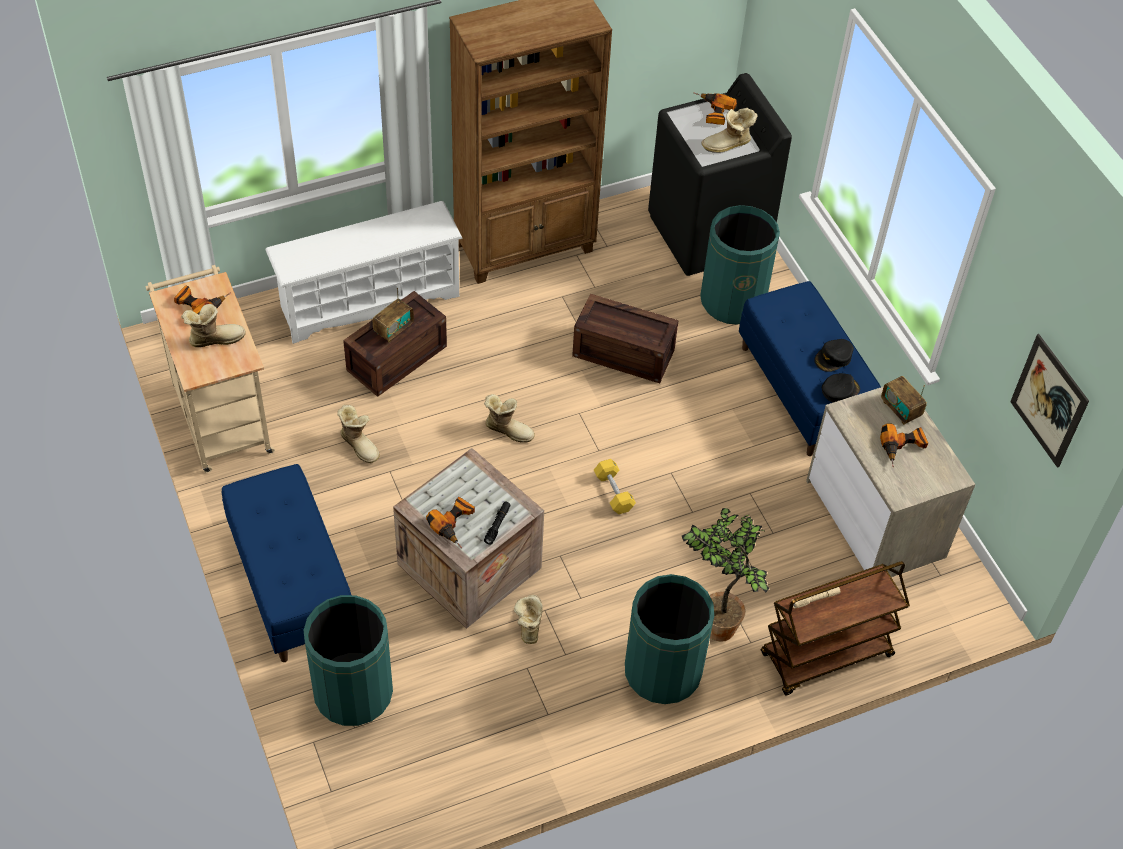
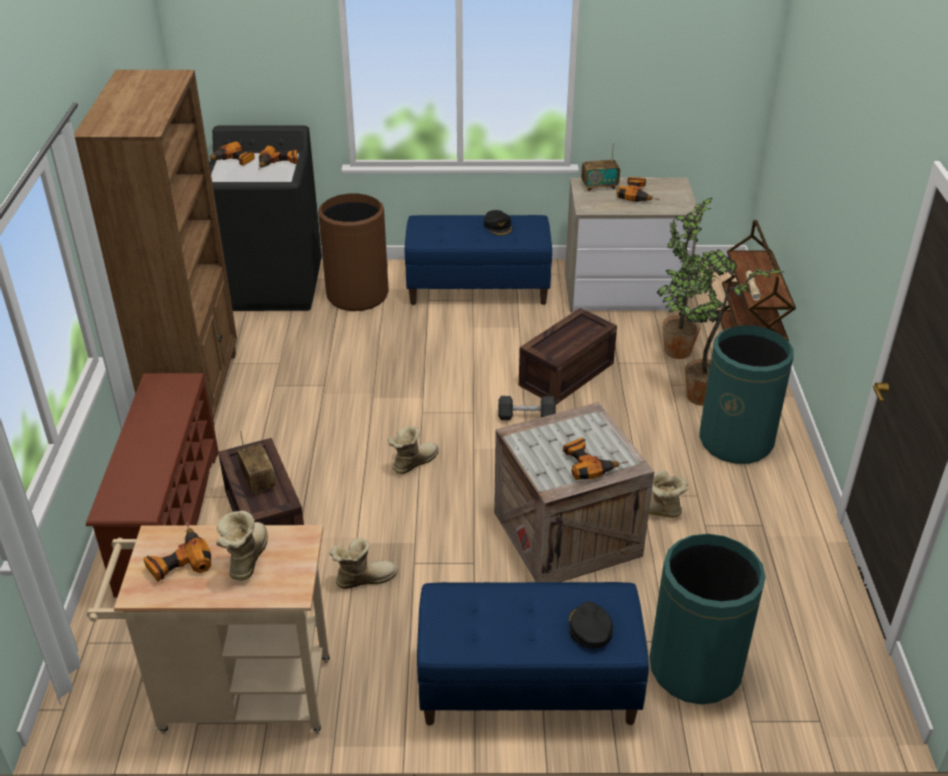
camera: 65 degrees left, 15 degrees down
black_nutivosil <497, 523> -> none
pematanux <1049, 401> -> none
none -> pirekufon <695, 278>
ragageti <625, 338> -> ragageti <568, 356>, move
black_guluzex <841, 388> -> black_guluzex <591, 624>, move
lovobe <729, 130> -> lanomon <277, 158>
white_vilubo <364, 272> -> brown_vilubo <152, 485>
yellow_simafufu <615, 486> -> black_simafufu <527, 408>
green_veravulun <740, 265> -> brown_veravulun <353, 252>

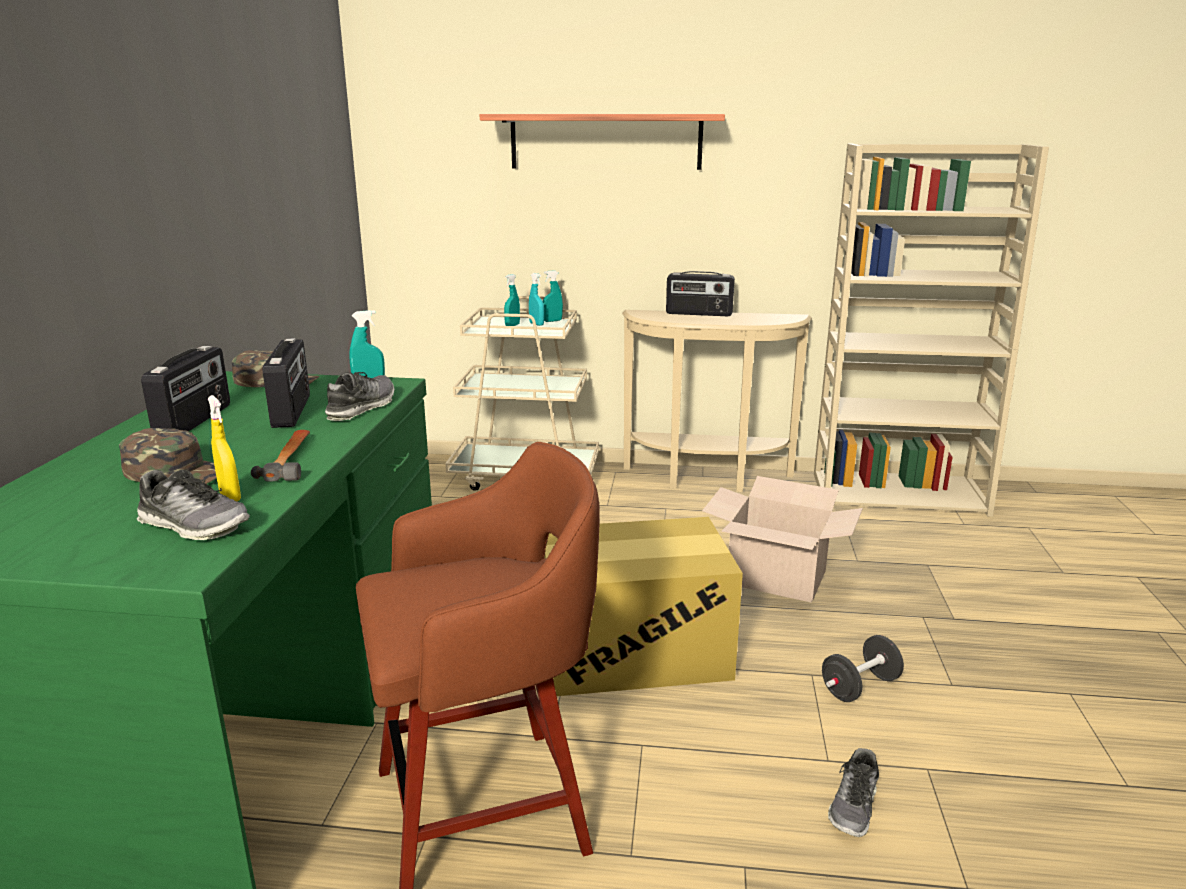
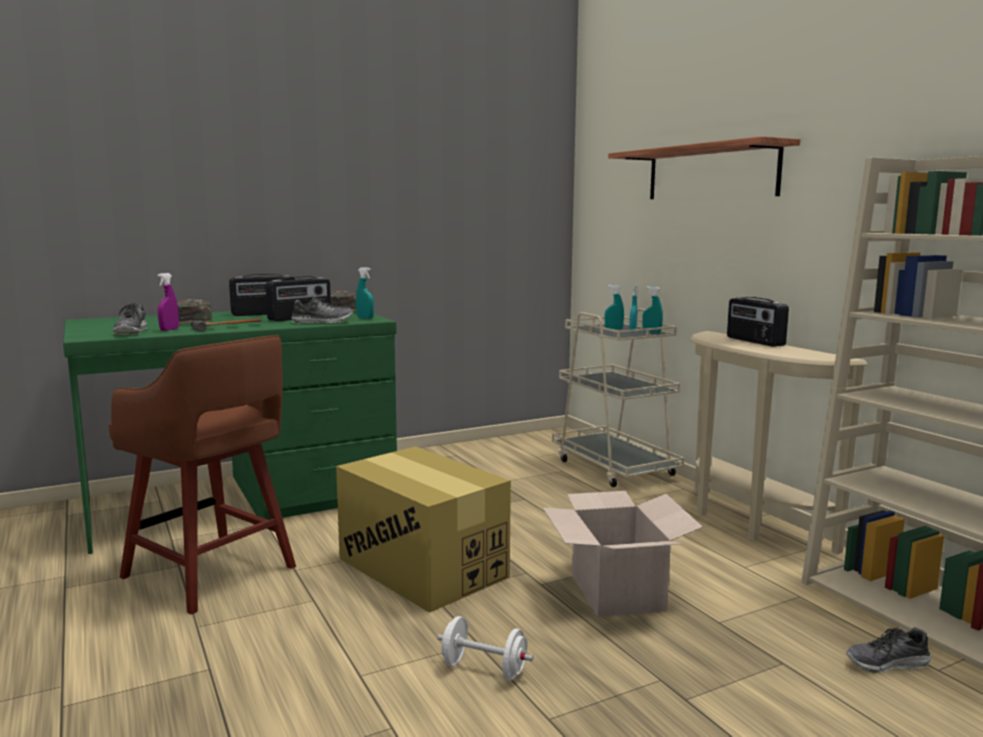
camera: 55 degrees right, 10 degrees down
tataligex <853, 792> -> tataligex <888, 650>, move
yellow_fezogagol <224, 448> -> purple_fezogagol <168, 302>
black_simafufu <863, 668> -> white_simafufu <485, 648>

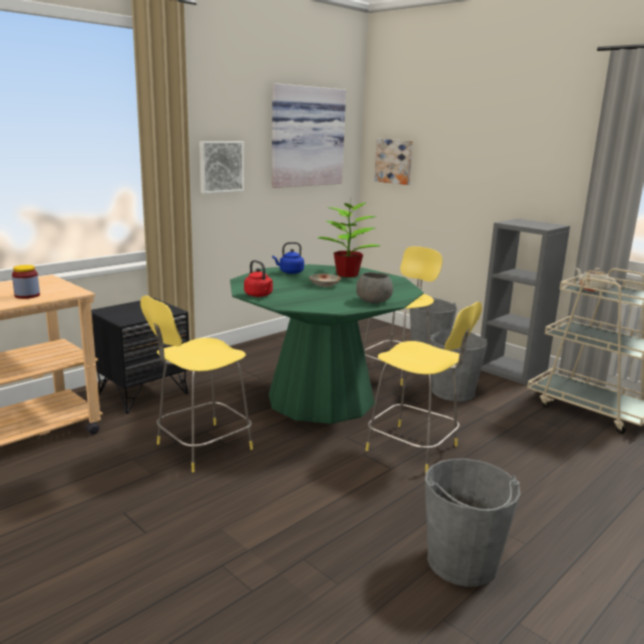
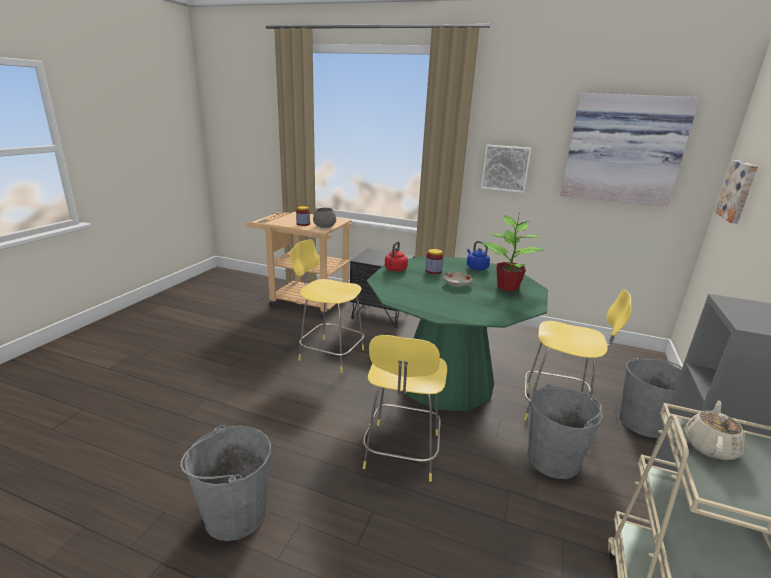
camera: 65 degrees right, 5 degrees up
none -> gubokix <434, 261>
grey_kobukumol <374, 287> -> grey_kobukumol <324, 218>, move

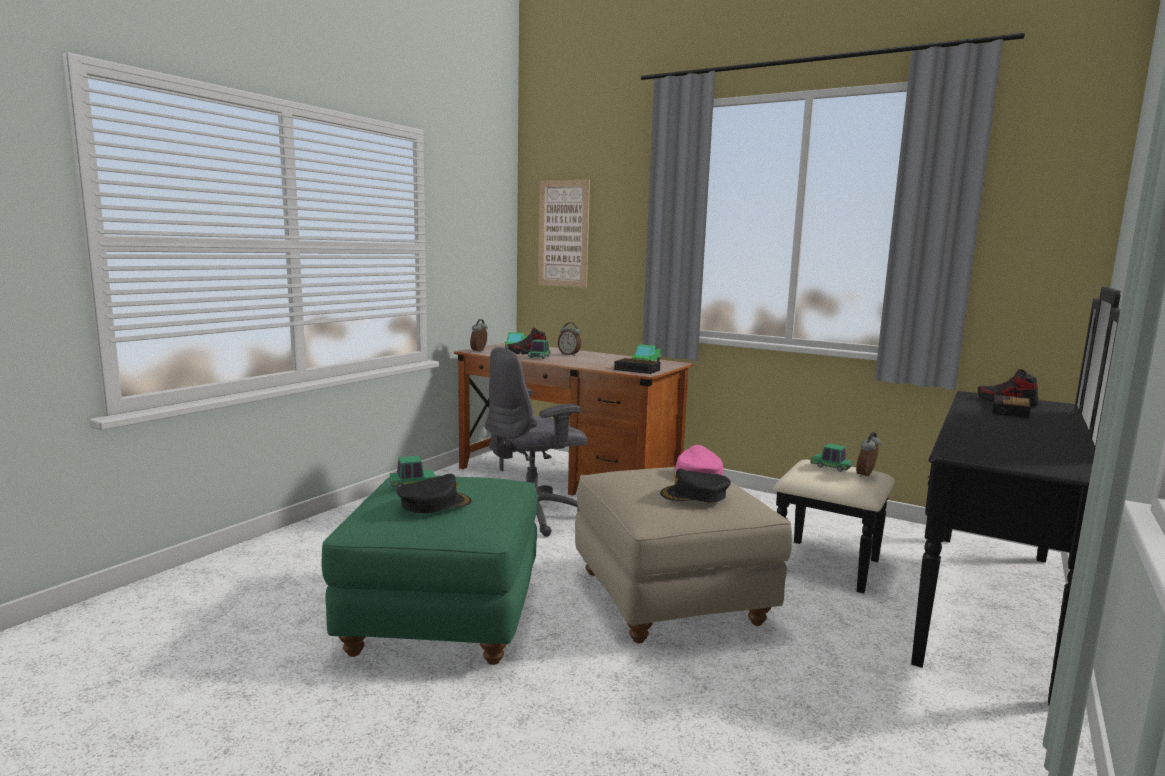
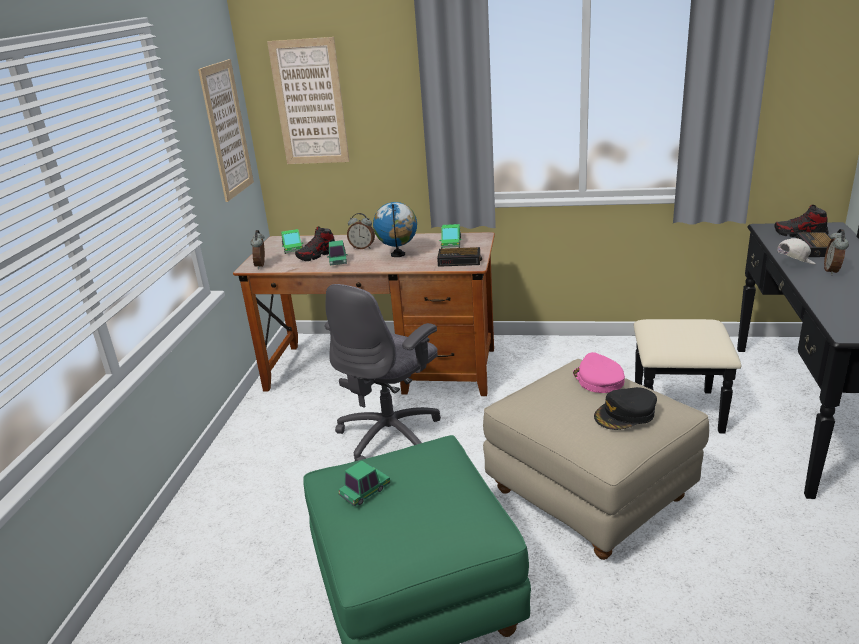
camera: 20 degrees left, 15 degrees up
black_guluzex <434, 493> -> none
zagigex <831, 457> -> none
none -> pematanux <226, 130>
none -> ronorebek <395, 229>
none -> white_guluzex <796, 251>
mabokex <868, 455> -> mabokex <836, 252>, move

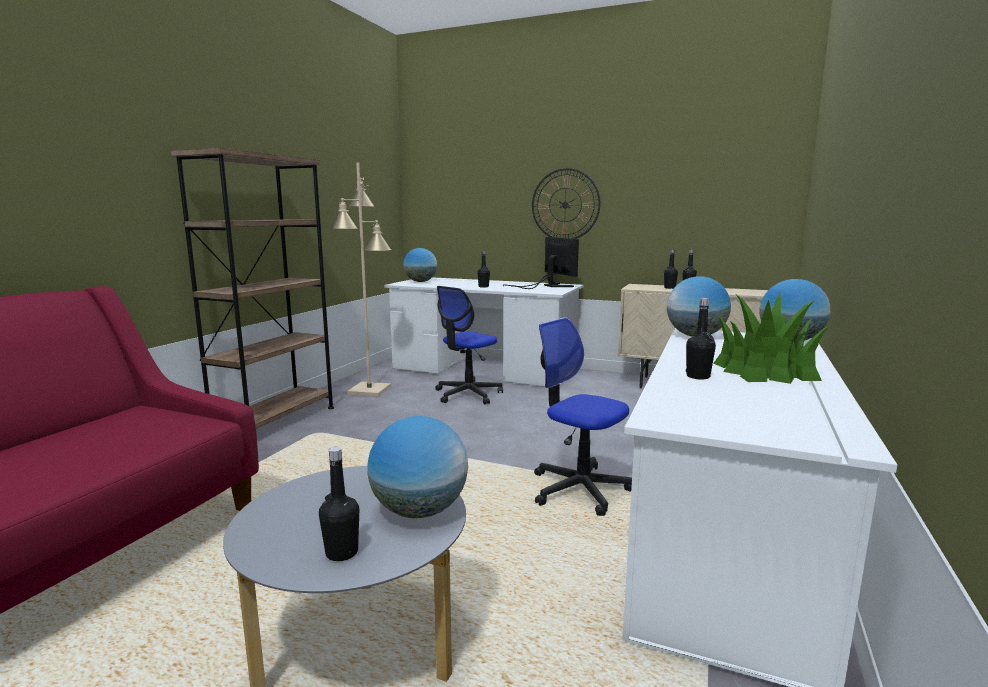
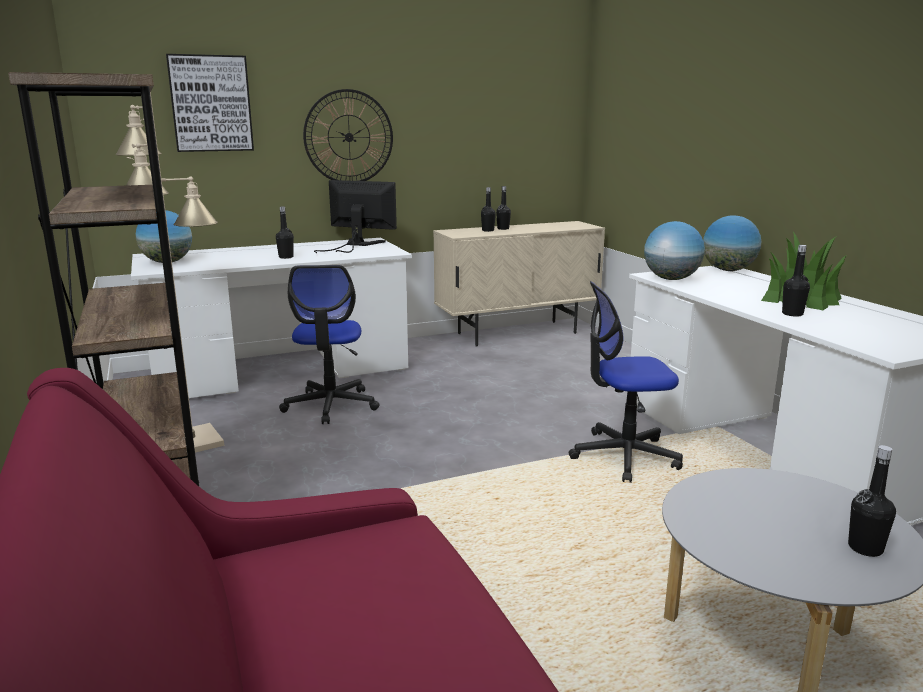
camera: 45 degrees left, 5 degrees up
ronorebek <417, 467> -> none
none -> pematanux <210, 103>

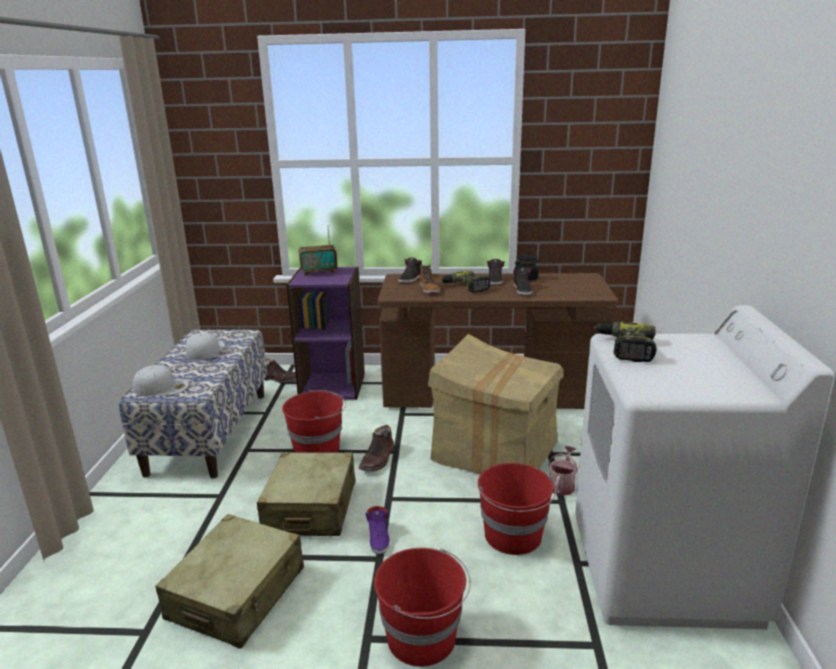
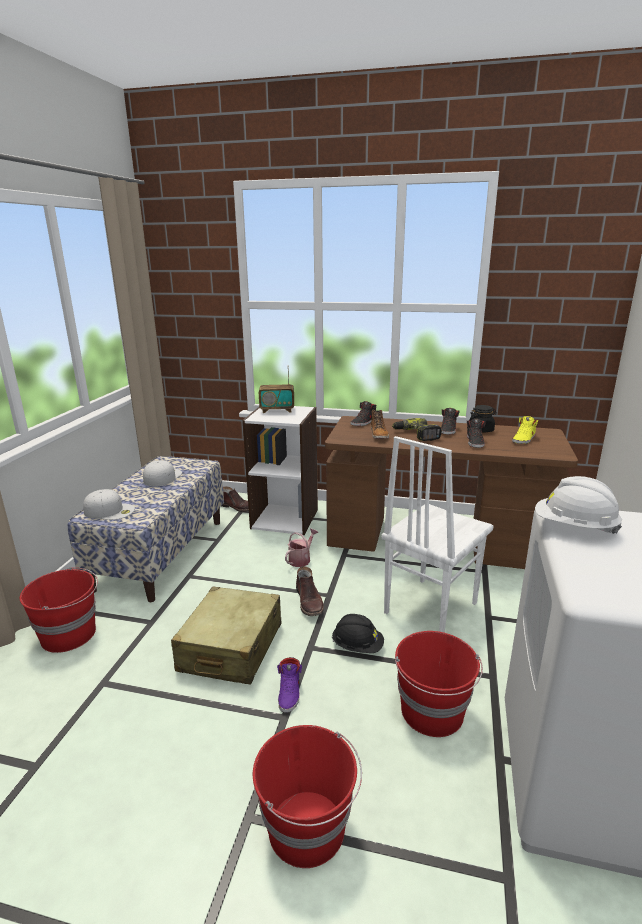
camera: 10 degrees right, 0 degrees up
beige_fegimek <230, 581> -> none
none -> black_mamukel <358, 633>
none -> yellow_tataligex <525, 430>
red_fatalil <314, 421> -> red_fatalil <59, 610>, move
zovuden <563, 471> -> zovuden <301, 547>, move
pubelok <496, 404> -> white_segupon <438, 534>
lanomon <625, 342> -> white_mamukel <578, 505>
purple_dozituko <325, 333> -> white_dozituko <280, 470>
brown_lovobe <376, 448> -> brown_lovobe <310, 591>, 45 degrees counterclockwise

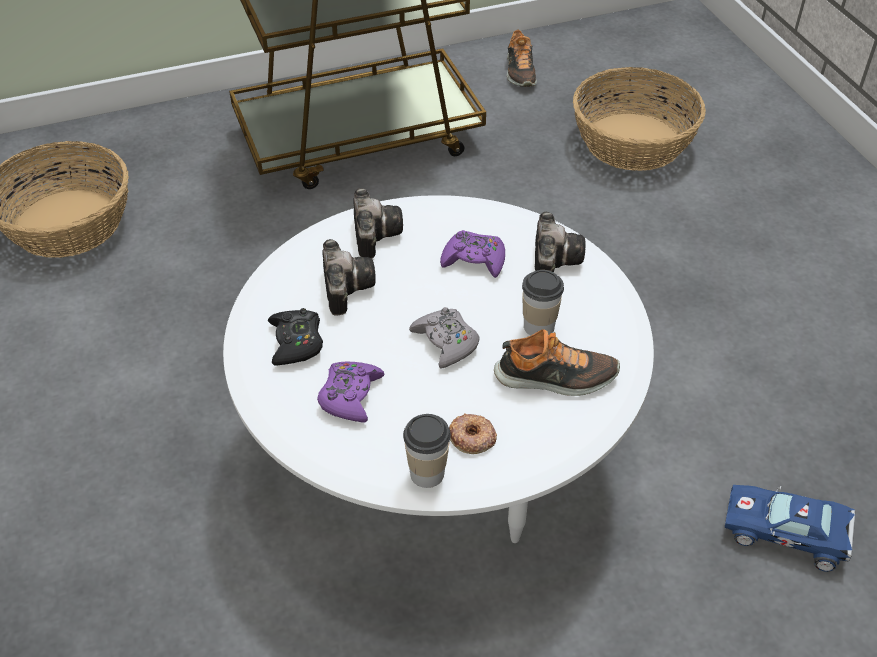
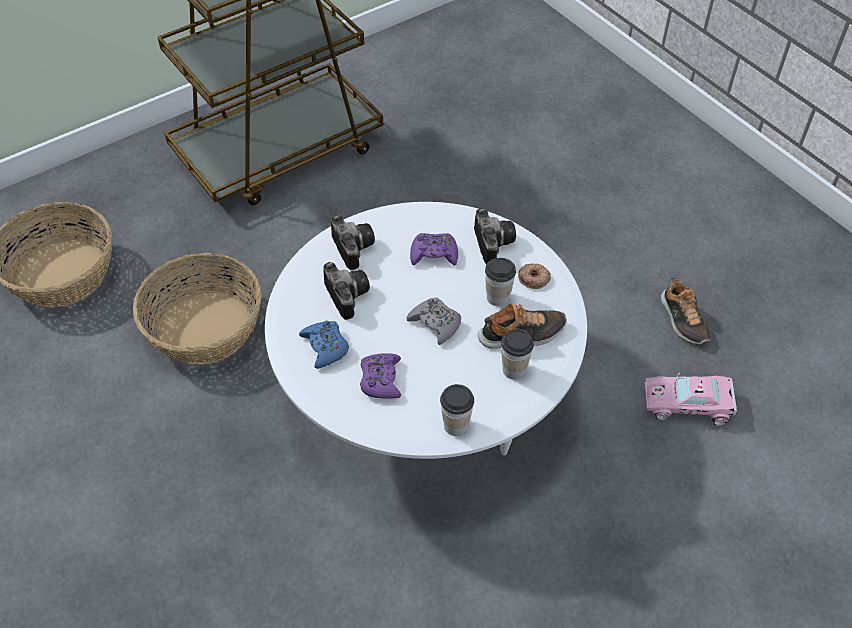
camera: 15 degrees left, 5 degrees up
none -> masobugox <517, 354>
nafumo <473, 433> -> nafumo <534, 276>, move
tataligex <522, 58> -> tataligex <685, 311>, move
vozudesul <639, 119> -> vozudesul <197, 309>, move
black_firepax <295, 336> -> blue_firepax <324, 345>
blue_zagigex <790, 528> -> pink_zagigex <691, 399>

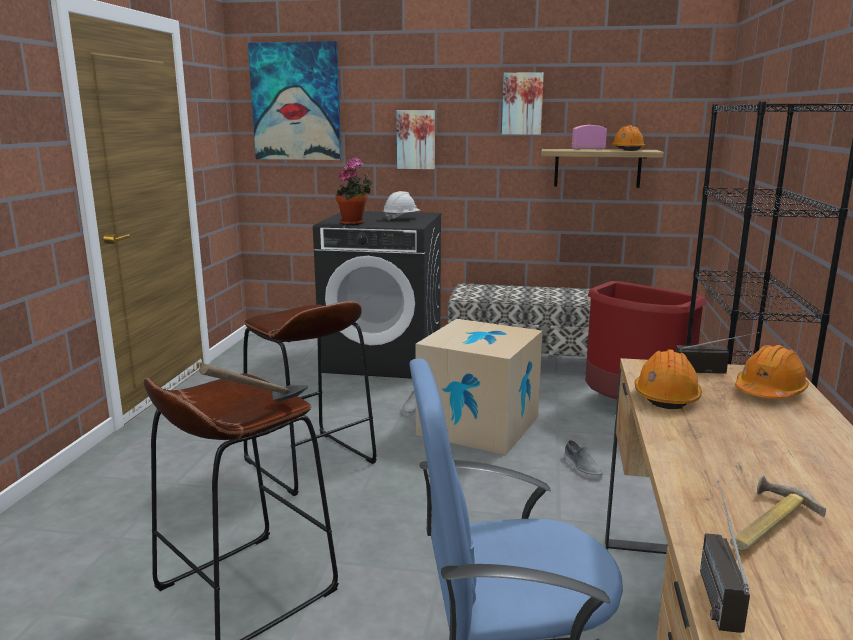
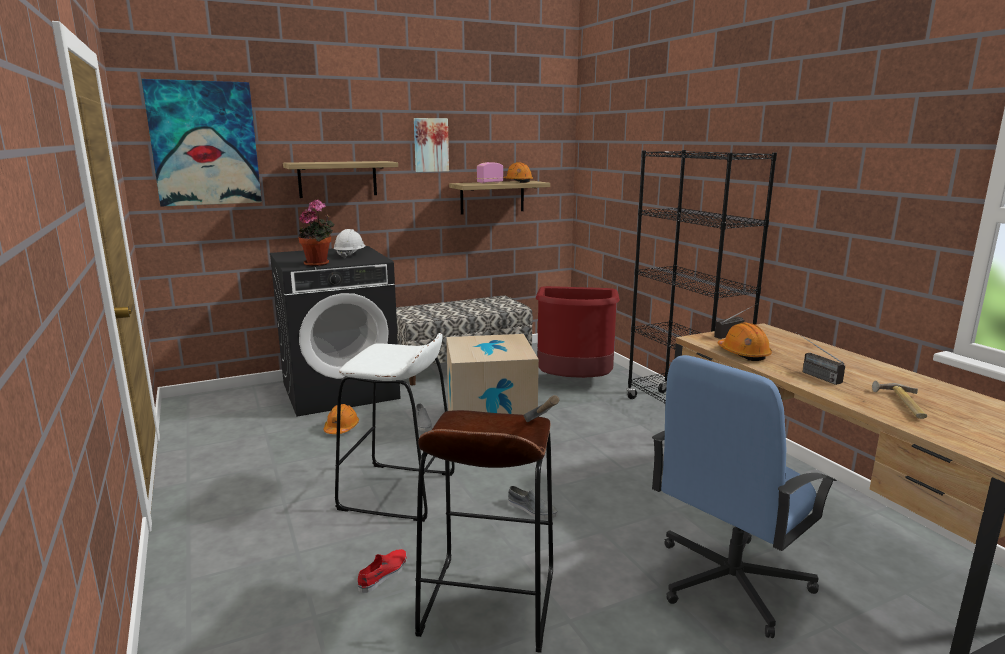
camera: 35 degrees left, 0 degrees up
none -> red_tataligex <382, 571>
grey_tataligex <584, 459> -> grey_tataligex <532, 502>, move
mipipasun <725, 556> -> mipipasun <820, 358>, move
orange_mamukel <772, 372> -> orange_mamukel <341, 419>, move
pematanux <416, 139> -> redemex <340, 179>
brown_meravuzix <310, 398> -> white_meravuzix <395, 427>

